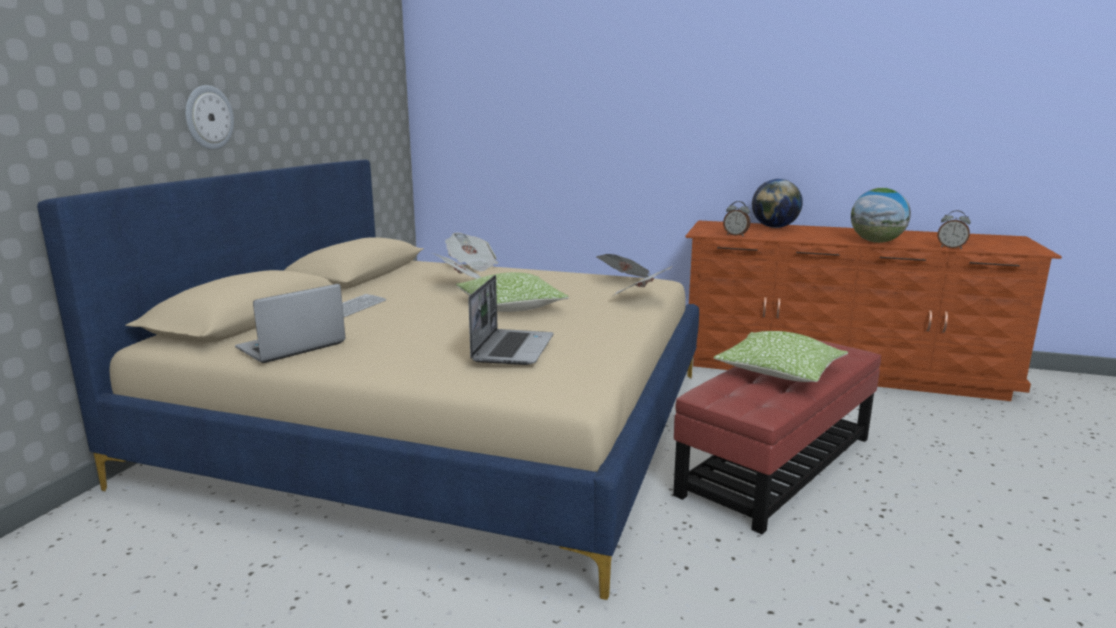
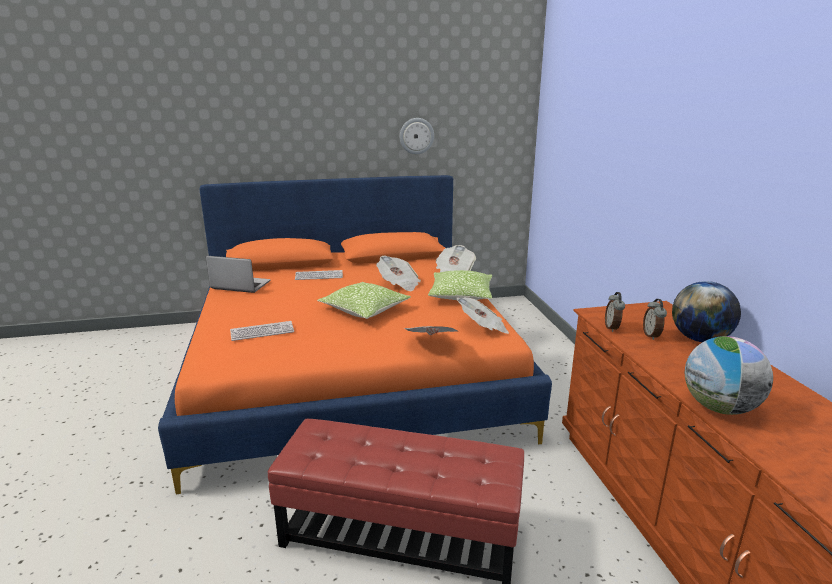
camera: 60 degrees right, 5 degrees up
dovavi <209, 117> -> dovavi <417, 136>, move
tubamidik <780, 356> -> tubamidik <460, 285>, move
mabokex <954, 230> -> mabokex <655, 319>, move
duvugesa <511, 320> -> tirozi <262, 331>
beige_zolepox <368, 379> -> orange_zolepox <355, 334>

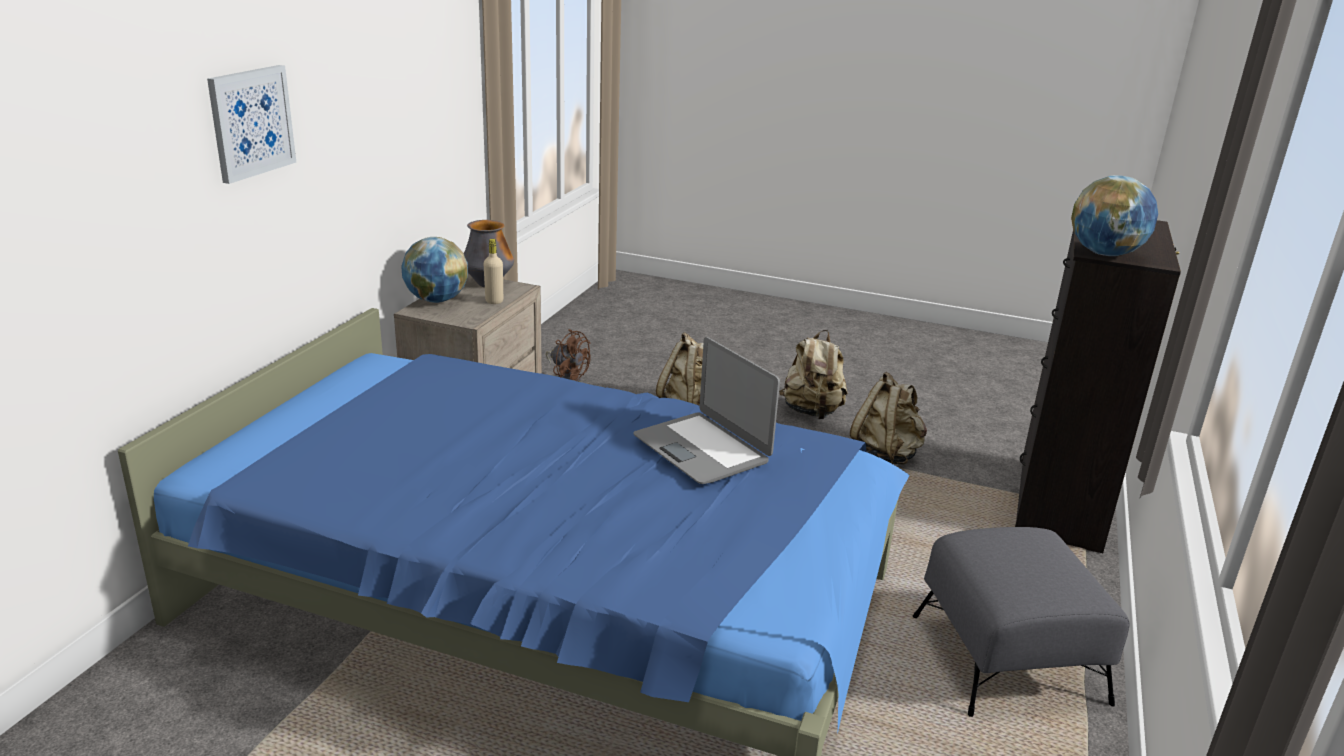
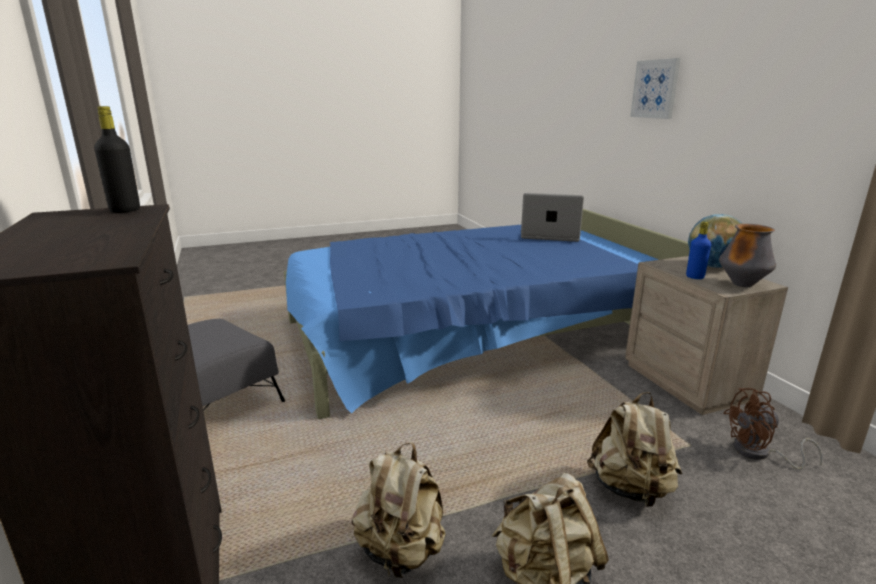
camera: 140 degrees right, 5 degrees down
duvugesa <706, 410> -> duvugesa <552, 217>, move
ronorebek <1114, 215> -> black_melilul <117, 159>
beige_melilul <493, 271> -> blue_melilul <698, 250>

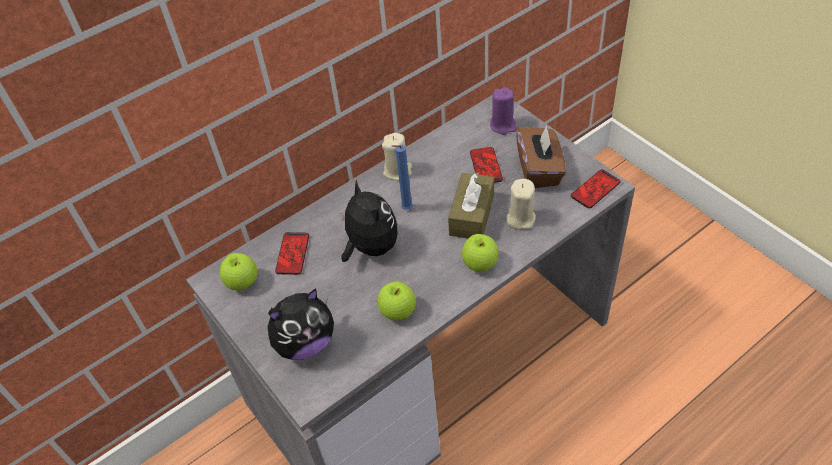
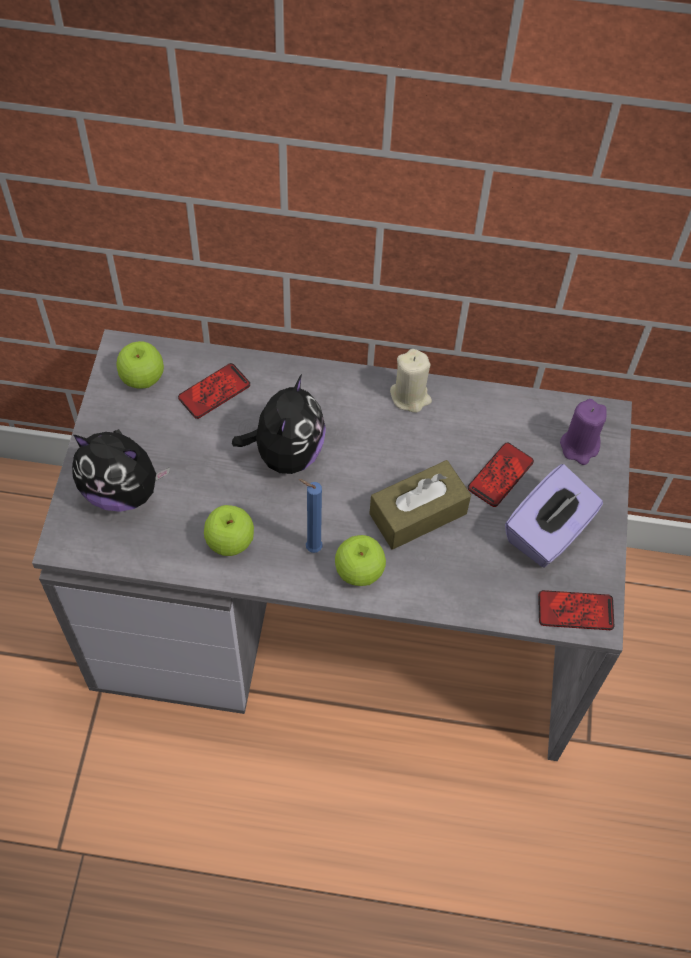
camera: 40 degrees right, 10 degrees up
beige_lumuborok <521, 204> -> none
blue_lumuborok <402, 177> -> blue_lumuborok <311, 516>, move
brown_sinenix <541, 157> -> purple_sinenix <554, 516>

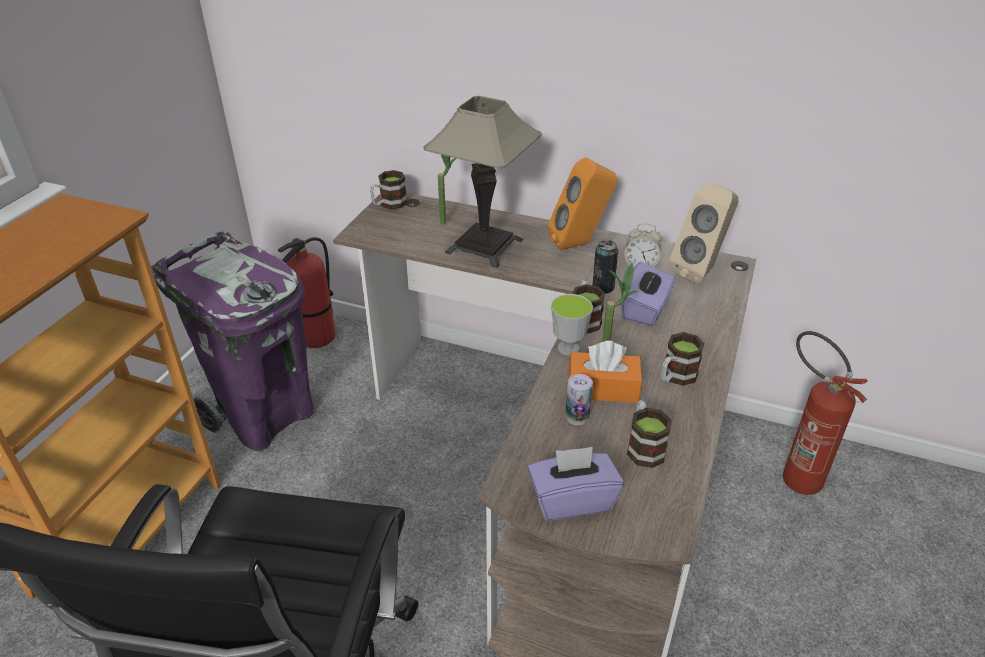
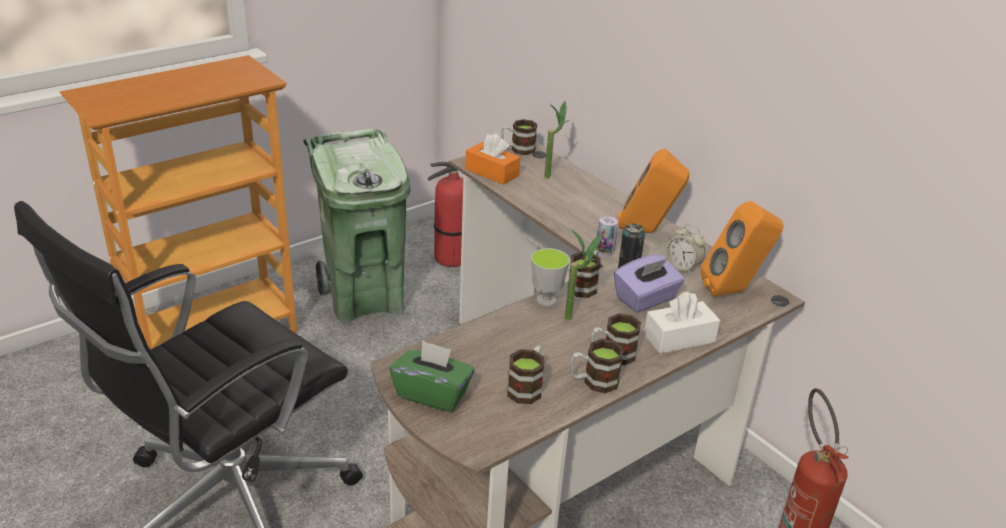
camera: 30 degrees right, 5 degrees down
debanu <482, 182> -> none
none -> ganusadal <597, 366>
none -> white_sinenix <682, 322>
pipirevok <579, 399> -> pipirevok <607, 236>, move
orange_sinenix <605, 372> -> orange_sinenix <492, 159>, move
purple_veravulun <233, 341> -> green_veravulun <357, 225>
purple_sinenix <575, 484> -> green_sinenix <432, 376>
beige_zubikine <704, 233> -> orange_zubikine <742, 249>

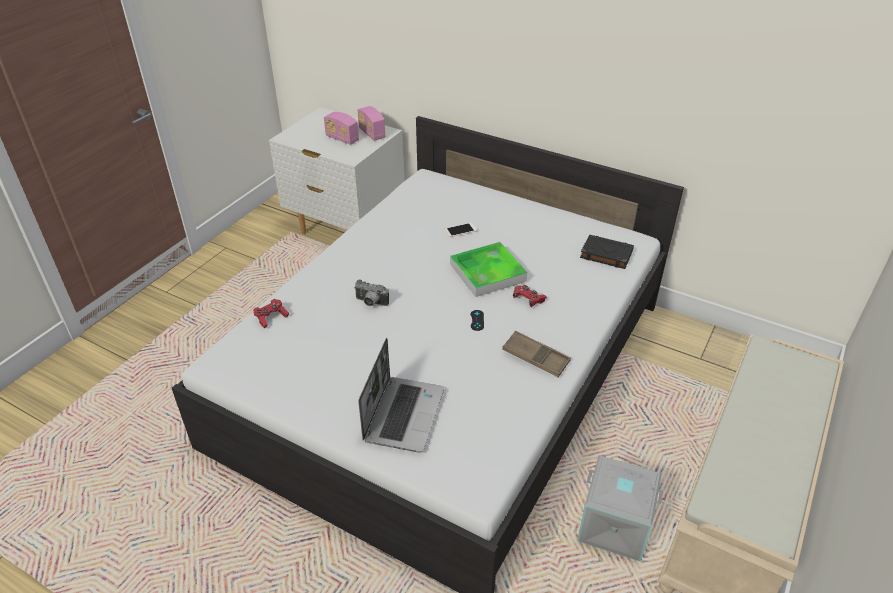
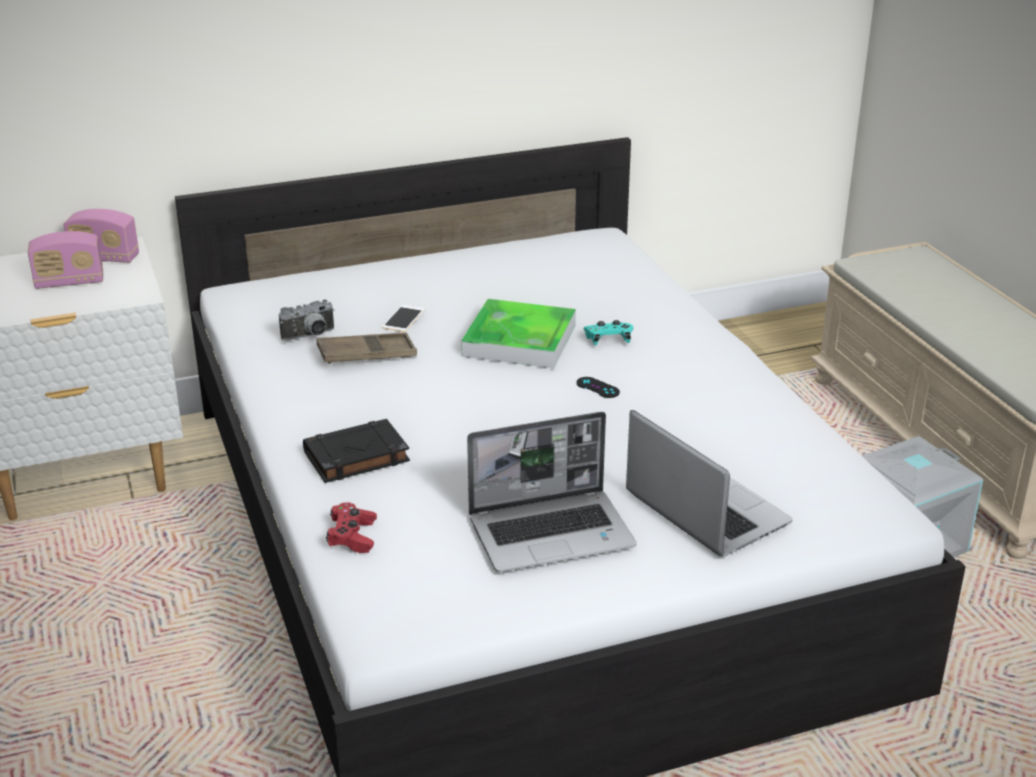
camera: 50 degrees left, 10 degrees down
none -> duvugesa <552, 492>
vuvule <372, 293> -> vuvule <307, 320>, move
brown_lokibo <536, 354> -> brown_lokibo <367, 348>, move
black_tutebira <607, 251> -> black_tutebira <356, 451>, move
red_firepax <530, 296> -> turquoise_firepax <608, 332>

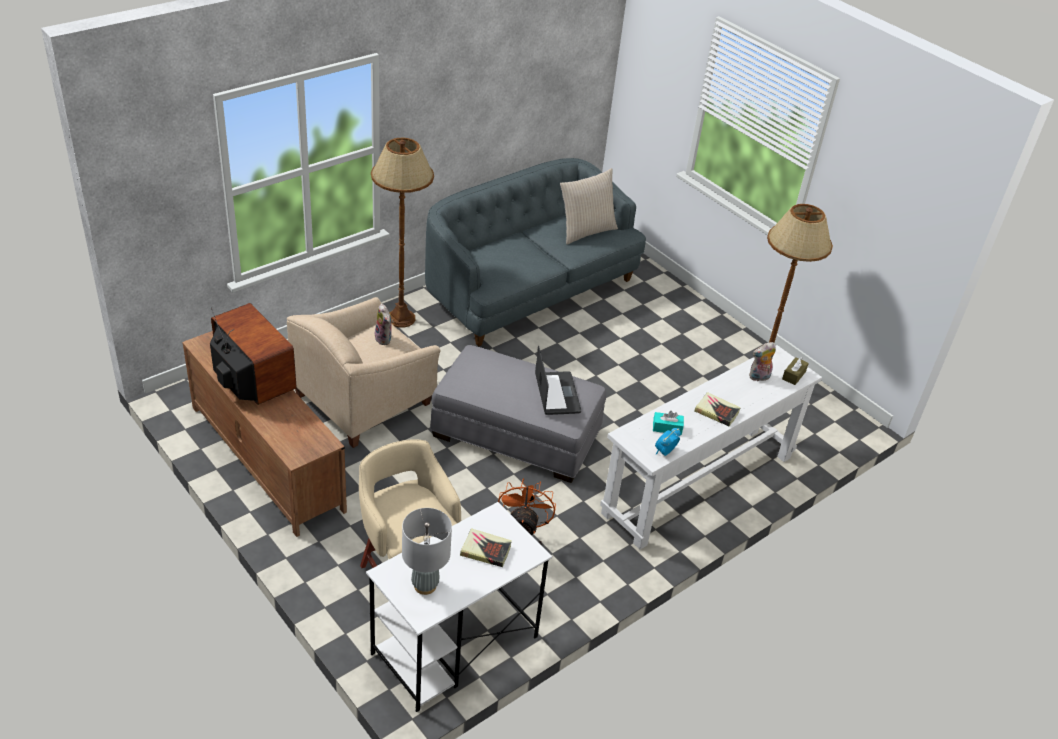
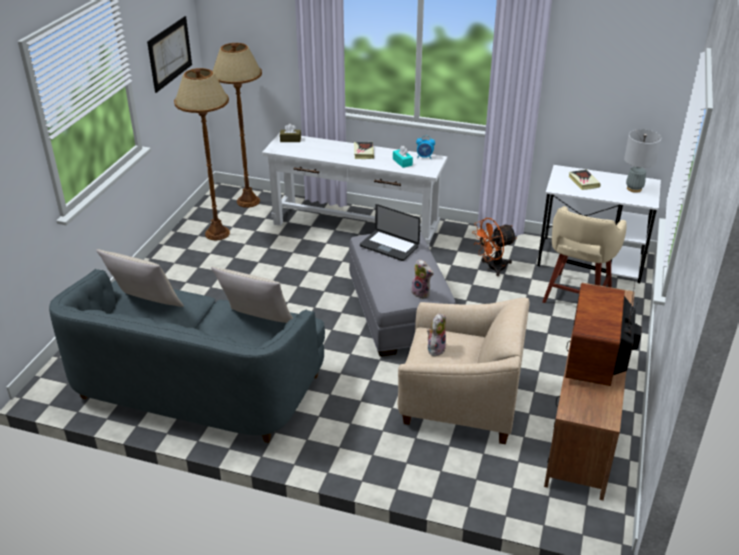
camera: 120 degrees left, 5 degrees down
none -> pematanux <169, 54>
none -> beige_tubamidik <252, 295>
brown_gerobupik <402, 233> -> brown_gerobupik <237, 125>, move
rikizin <762, 361> -> rikizin <422, 279>, move
duvugesa <558, 380> -> duvugesa <390, 232>, 105 degrees counterclockwise

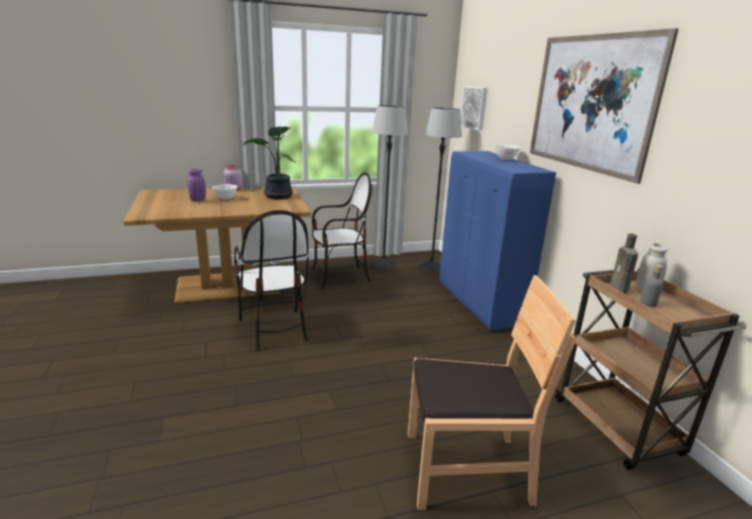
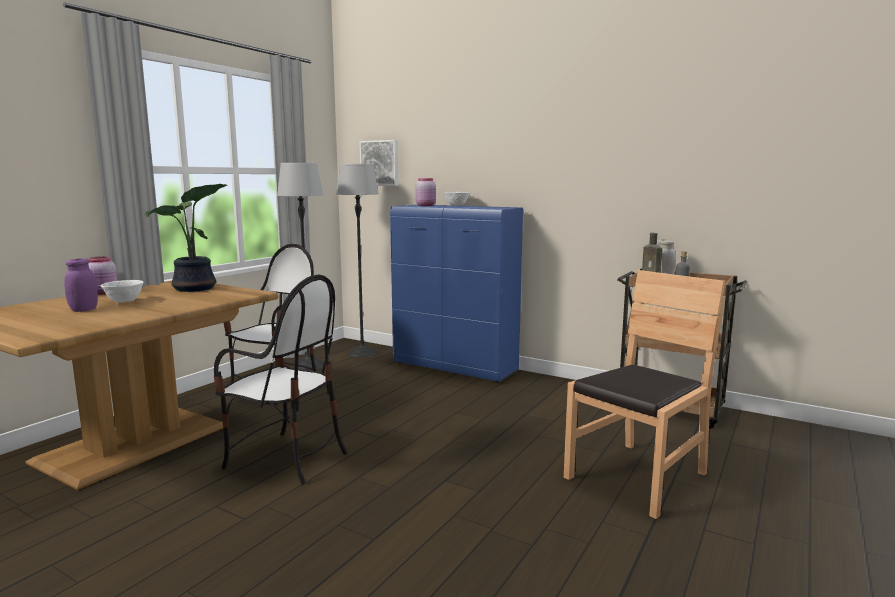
camera: 40 degrees left, 10 degrees down
pematanux <604, 106> -> none
none -> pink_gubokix <425, 192>

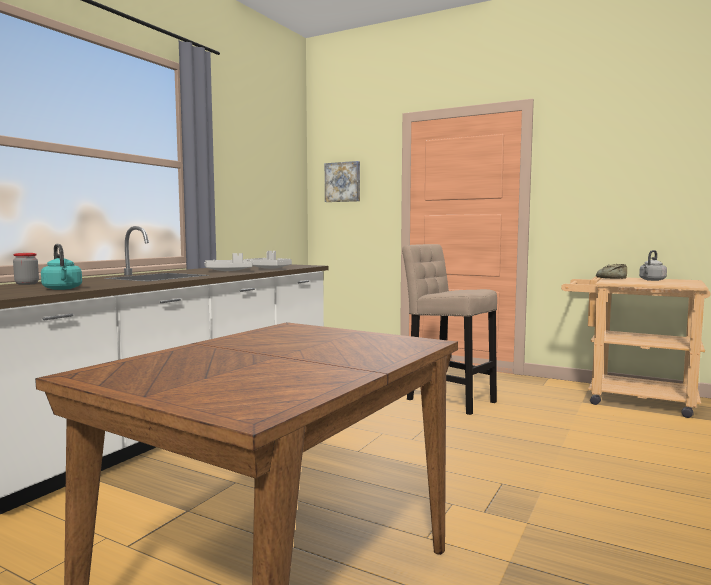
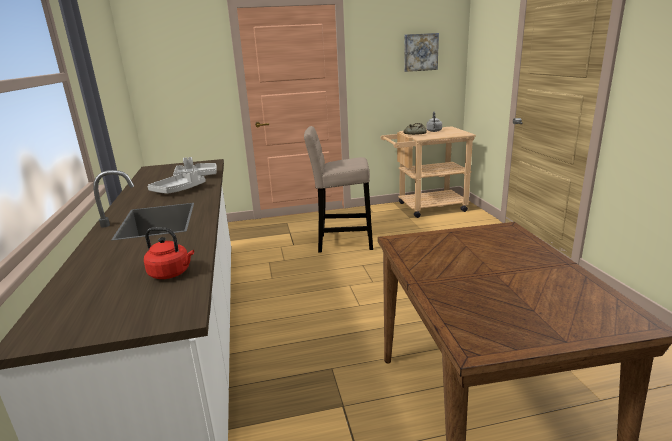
camera: 40 degrees left, 15 degrees up
gubokix <26, 269> -> none
pematanux <342, 181> -> pematanux <421, 52>, move
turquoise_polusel <61, 267> -> red_polusel <169, 253>

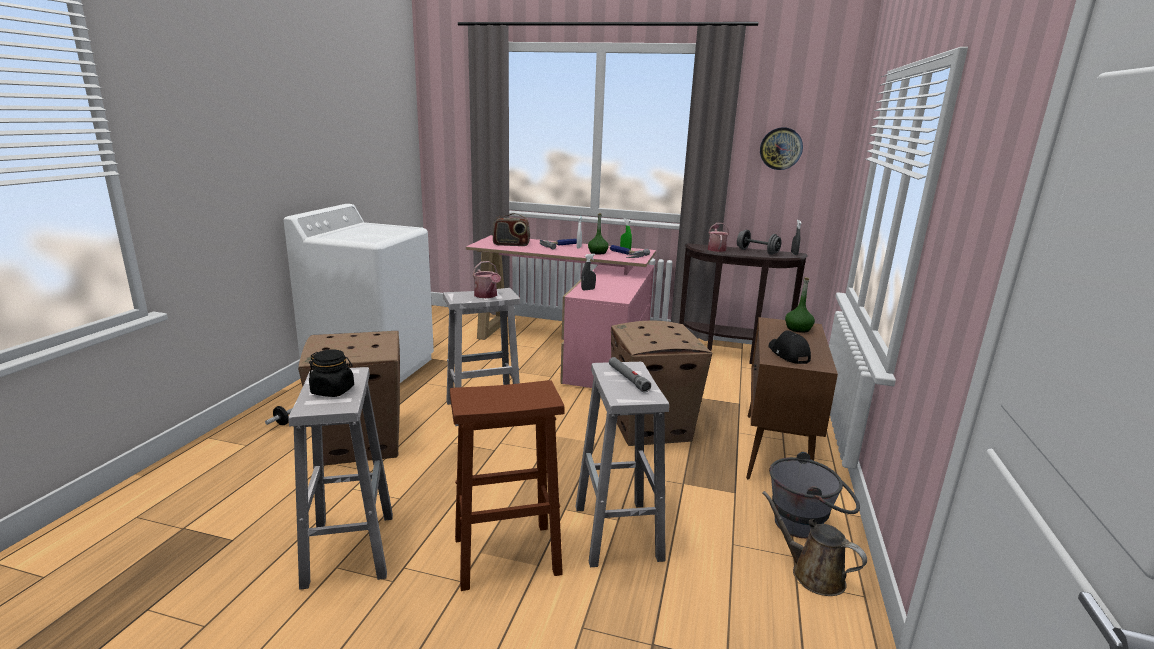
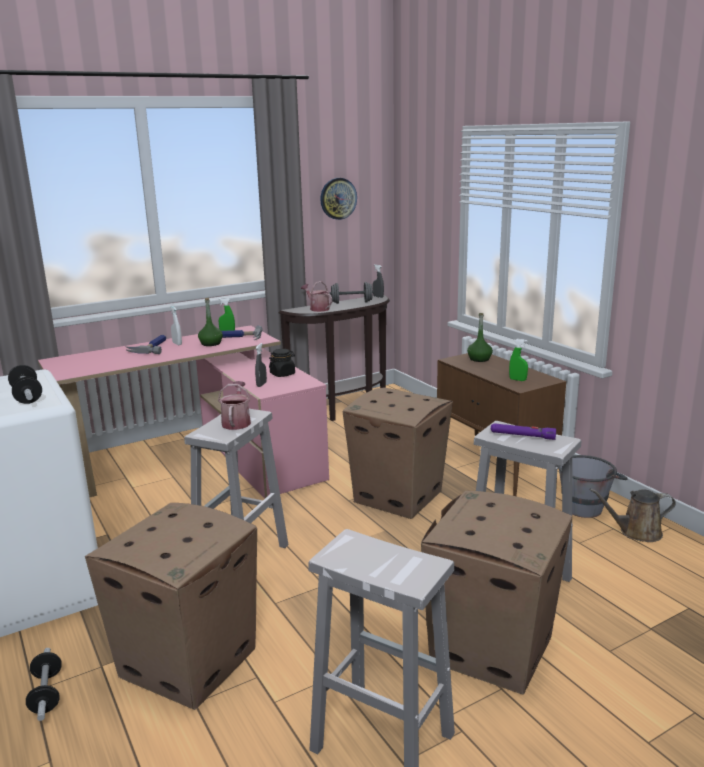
camera: 45 degrees left, 0 degrees up
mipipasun <511, 229> -> none
none -> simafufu <25, 384>
black_gubokix <331, 373> -> black_gubokix <282, 363>, move
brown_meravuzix <507, 485> -> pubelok <496, 592>
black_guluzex <790, 347> -> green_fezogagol <518, 360>
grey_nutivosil <630, 374> -> purple_nutivosil <523, 431>
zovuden <486, 279> -> zovuden <234, 405>, 105 degrees counterclockwise

